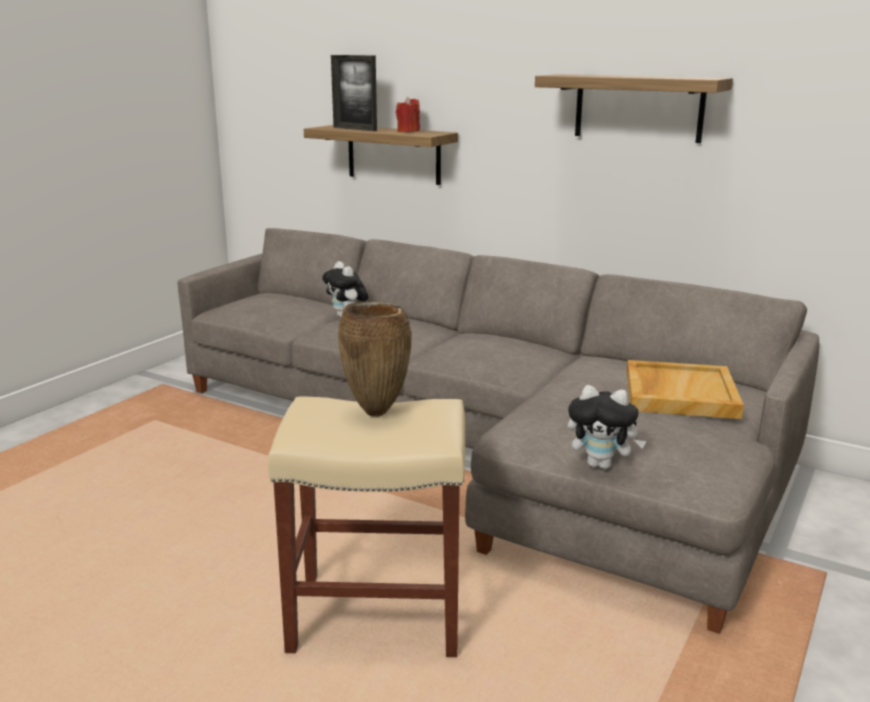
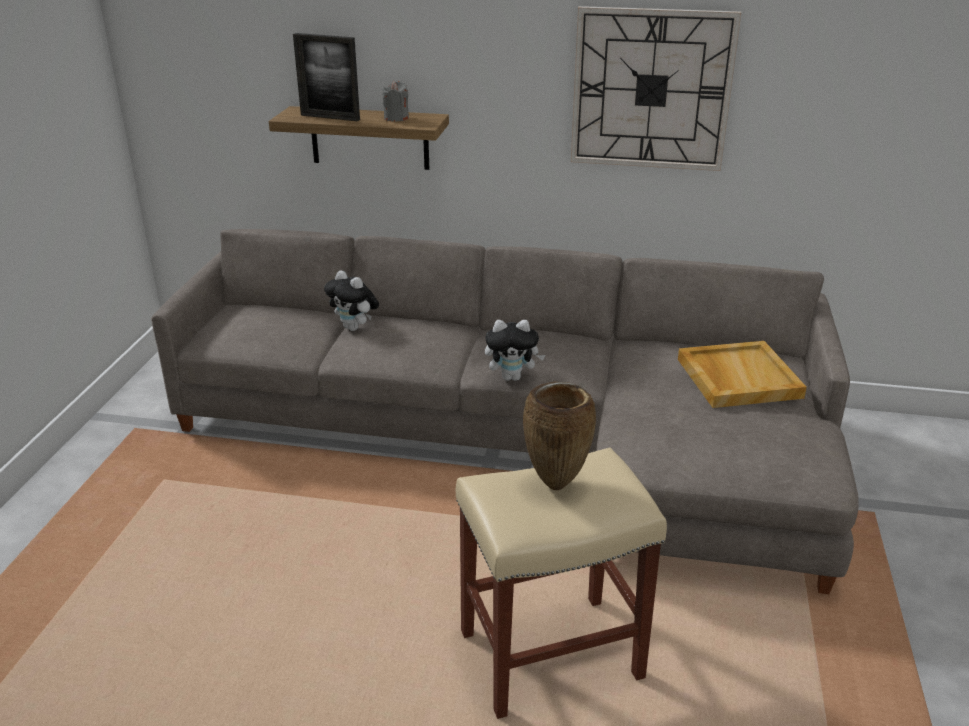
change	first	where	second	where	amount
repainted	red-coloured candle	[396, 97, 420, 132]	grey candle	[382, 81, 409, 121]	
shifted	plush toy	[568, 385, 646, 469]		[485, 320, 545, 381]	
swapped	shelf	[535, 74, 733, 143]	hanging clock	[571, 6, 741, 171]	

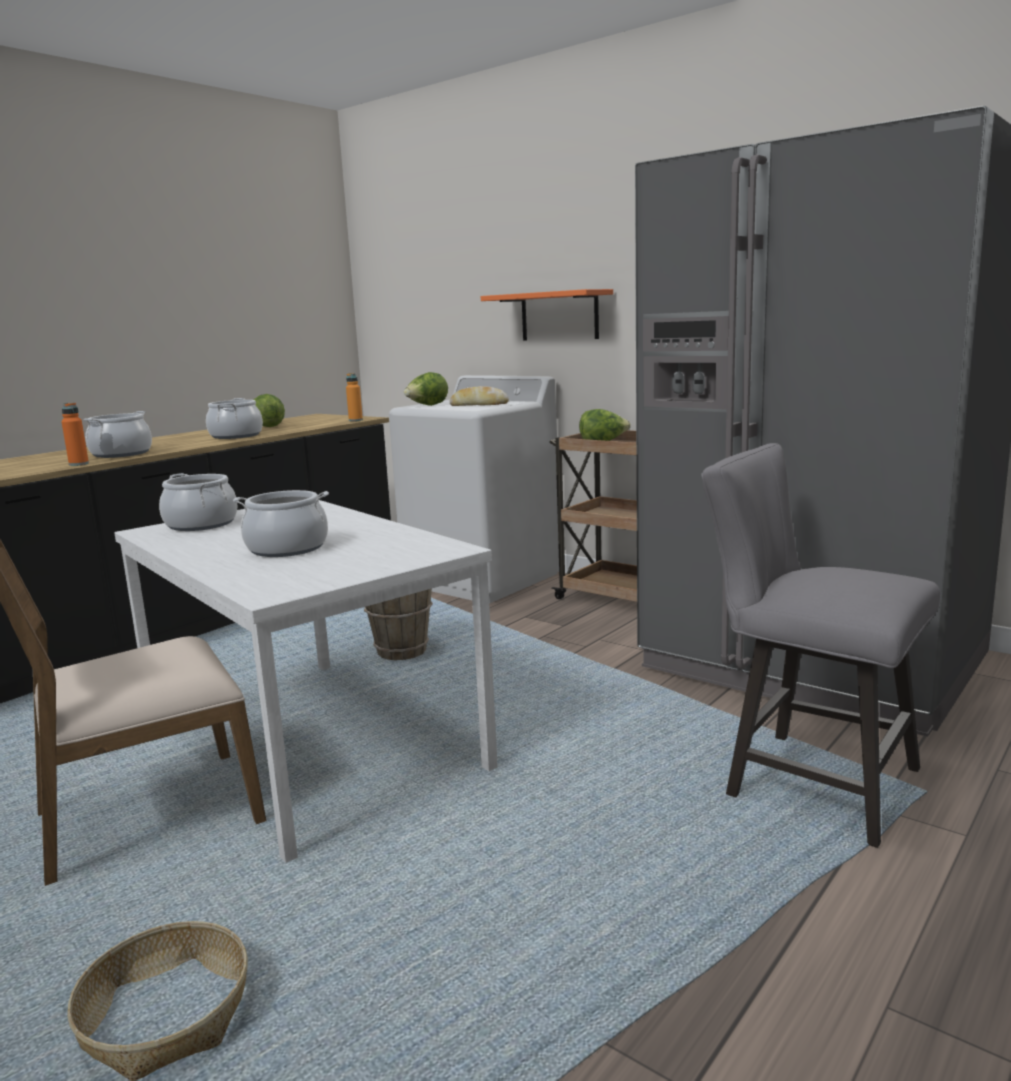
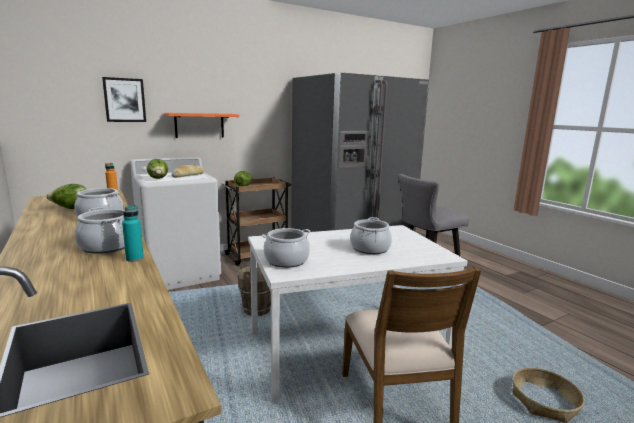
change	first	where	second	where	amount
new			wall art	[102, 77, 146, 122]	
repainted	orangey bottle	[62, 403, 89, 466]	turquoise bottle	[122, 205, 144, 262]	

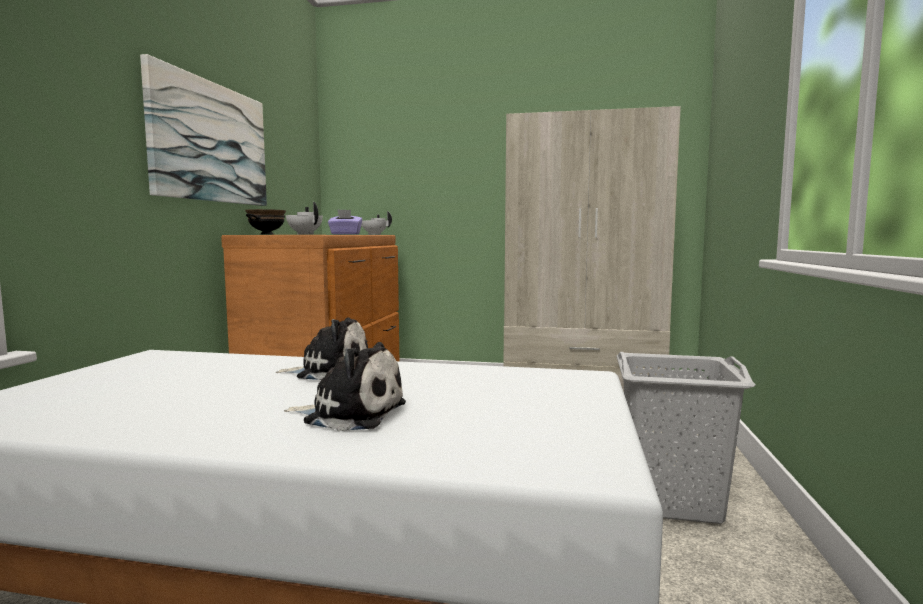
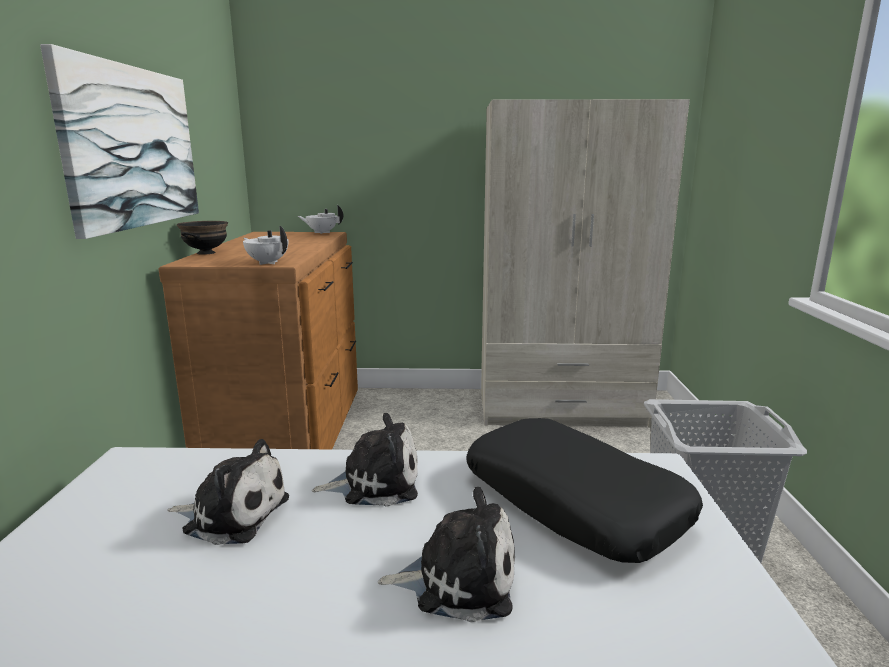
change	first	where	second	where	amount
new			plush toy	[167, 439, 289, 545]	
new			black-coloured pillow	[466, 418, 703, 563]	
gone	purplish box of tissues	[328, 210, 362, 235]			

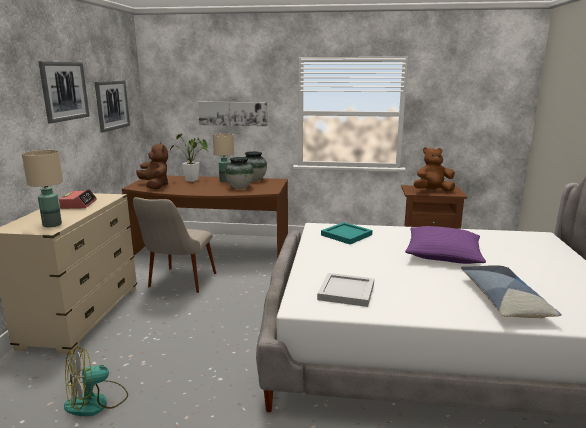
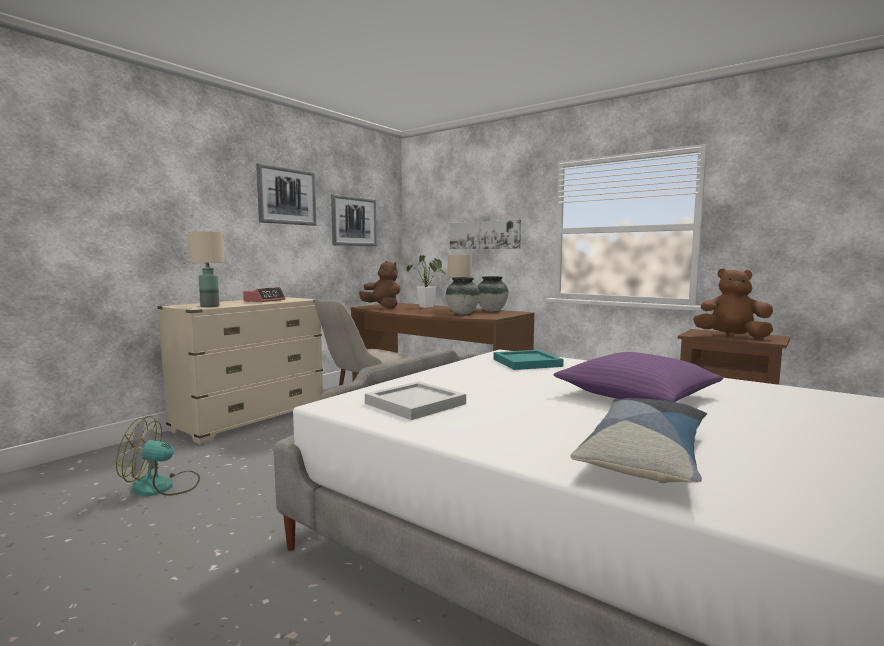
change	first	where	second	where	amount
rotated	brownish plush toy	[136, 142, 168, 189]		[359, 261, 401, 309]	45 degrees counterclockwise

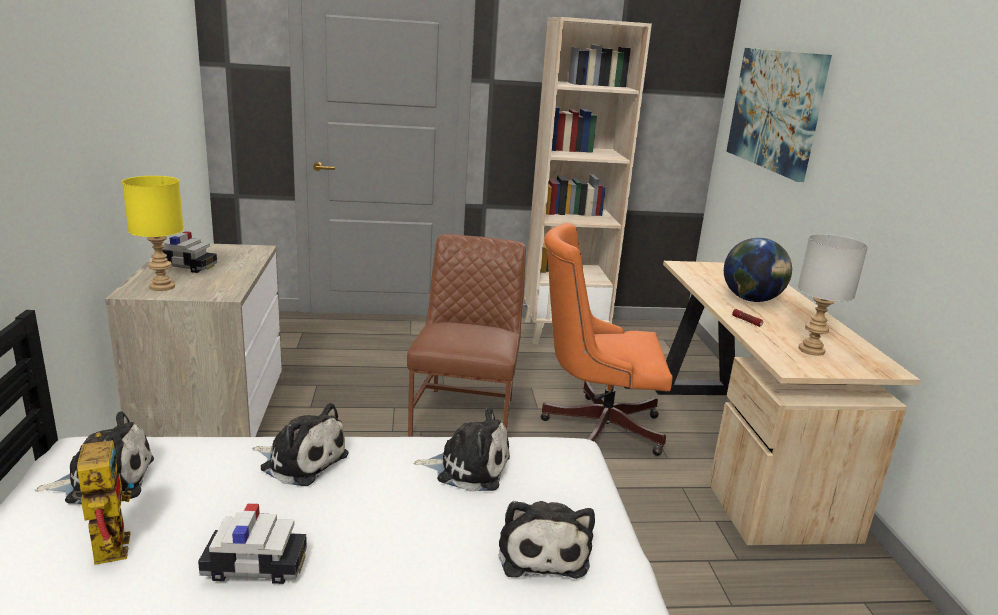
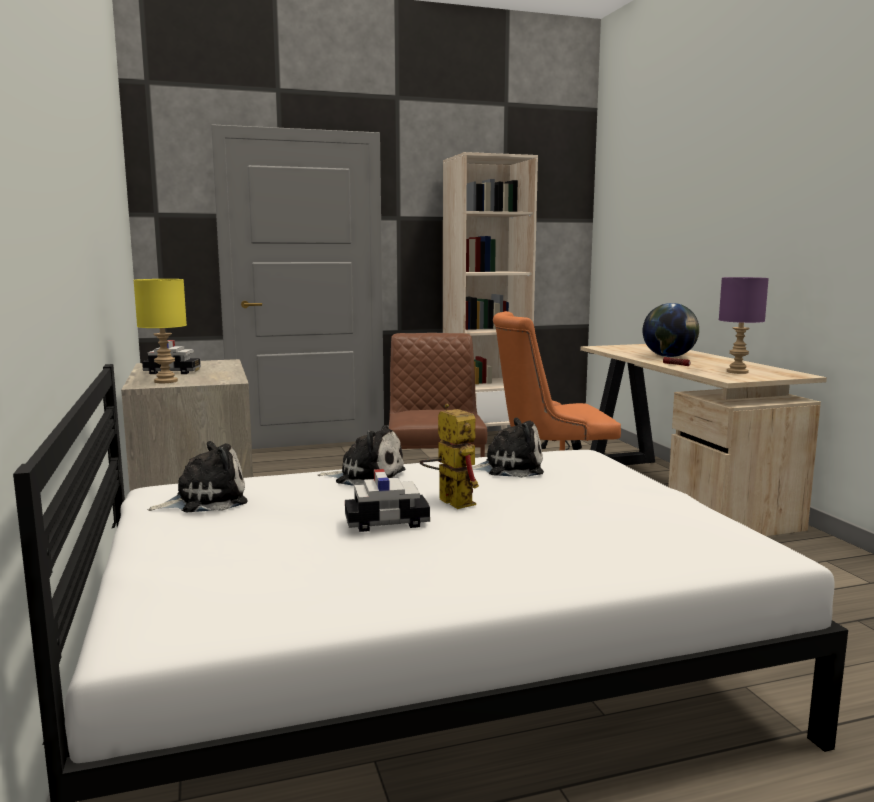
change	first	where	second	where	amount
shifted	model robot	[72, 432, 134, 565]		[420, 404, 479, 509]	
repainted	grey table lamp	[798, 234, 868, 356]	purplish table lamp	[719, 277, 769, 374]	
gone	plush toy	[498, 501, 595, 579]			
gone	wall art	[726, 48, 832, 182]			

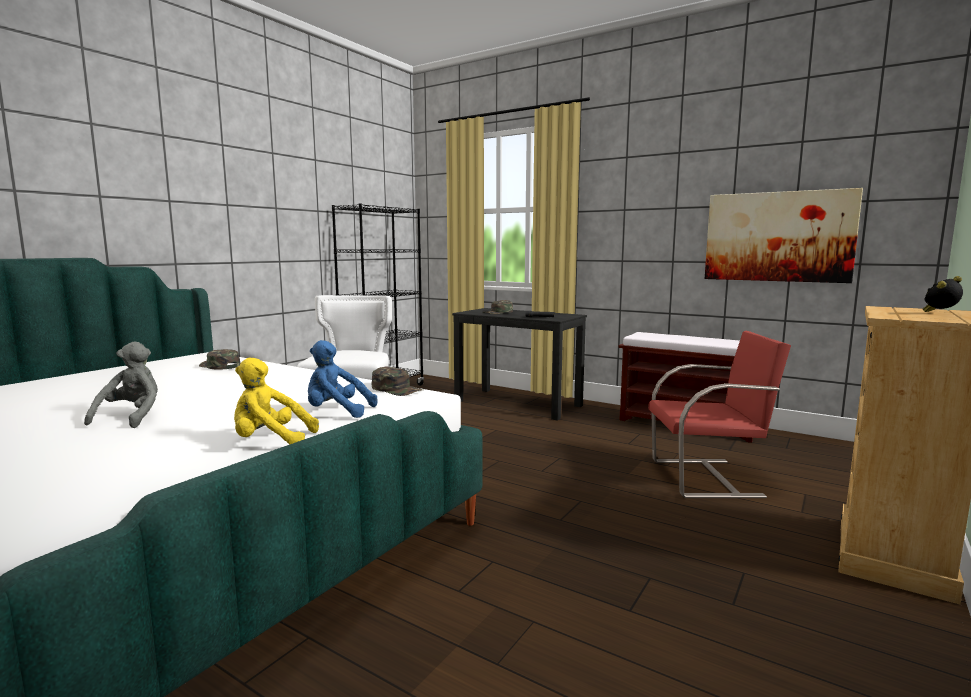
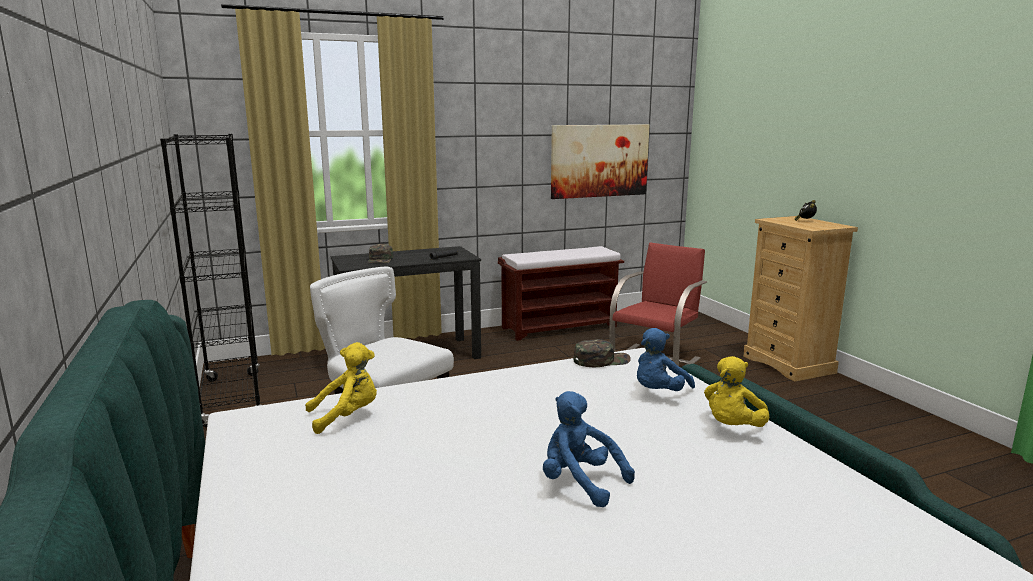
change	first	where	second	where	amount
swapped	green baseball cap	[199, 349, 240, 370]	yellow-coloured plush toy	[305, 342, 377, 434]	
repainted	grey plush toy	[84, 342, 158, 428]	blue plush toy	[543, 391, 635, 507]	

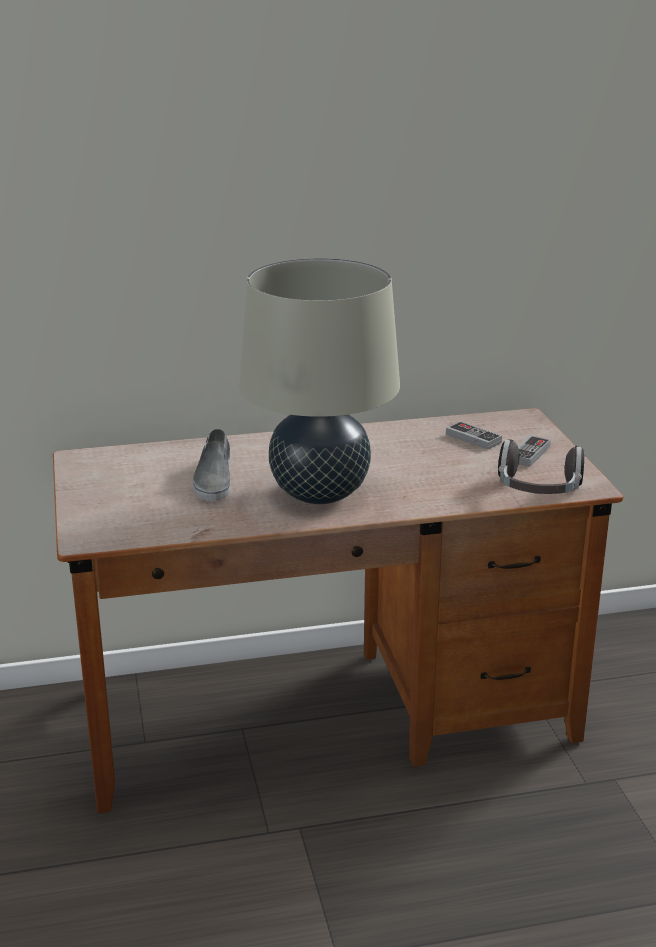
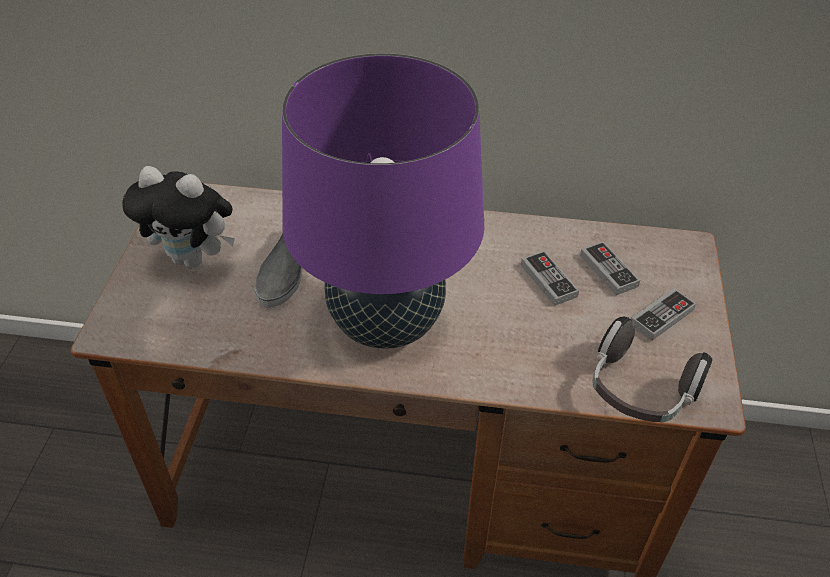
change	first	where	second	where	amount
new			plush toy	[122, 166, 235, 268]	
repainted	beige-coloured table lamp	[239, 258, 400, 504]	purplish table lamp	[282, 53, 484, 348]	
new			gamepad	[521, 250, 579, 306]	

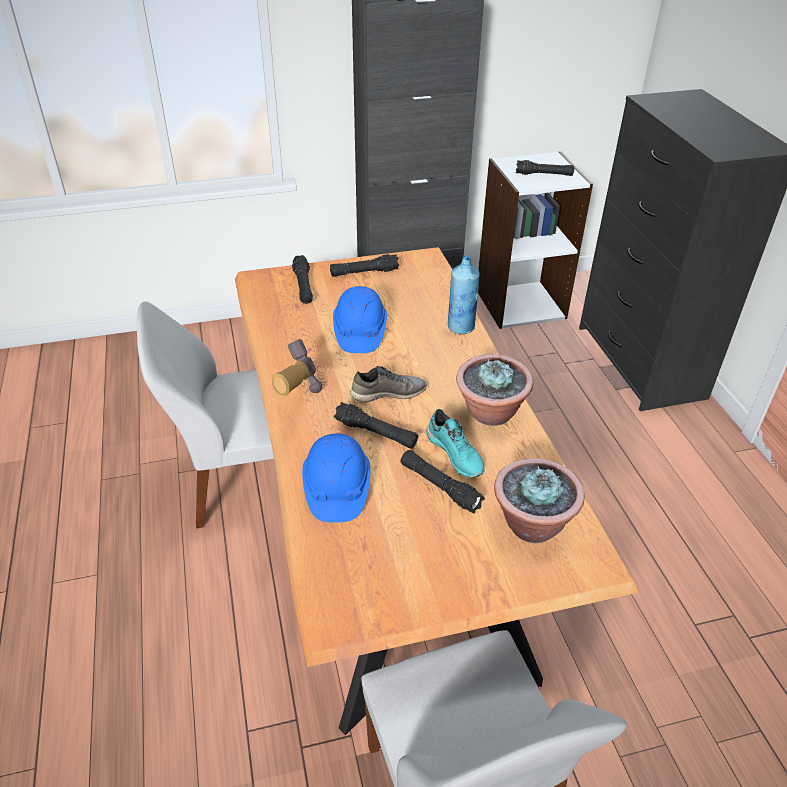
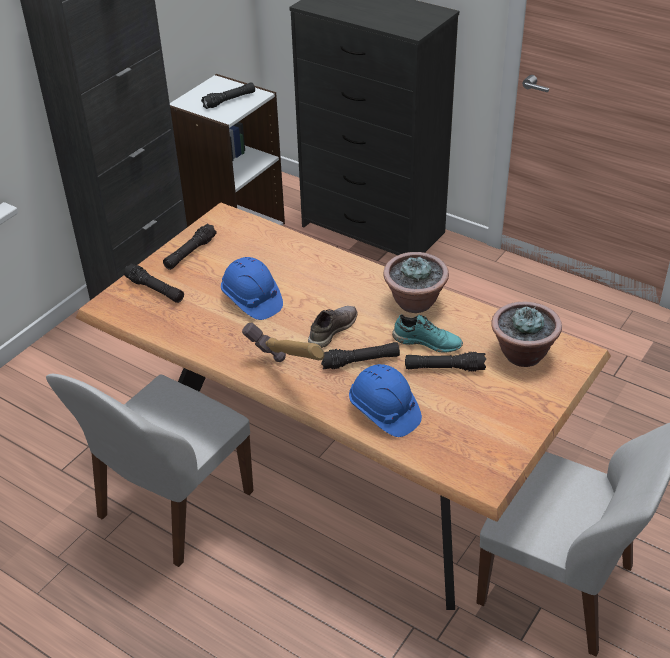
change	first	where	second	where	amount
gone	blue bottle	[448, 255, 480, 334]			

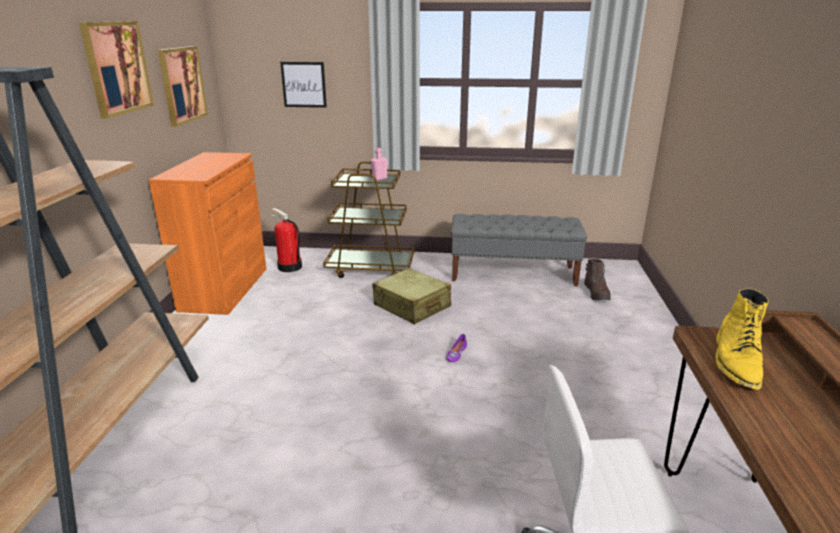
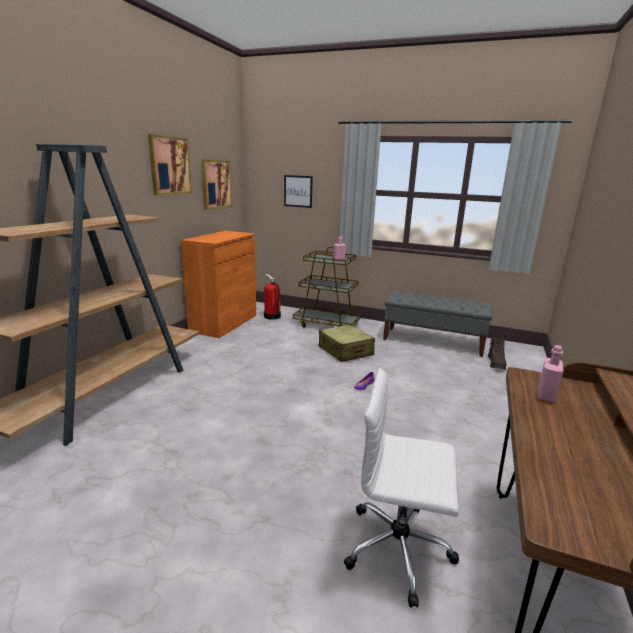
change	first	where	second	where	amount
swapped	yellow-coloured boot	[715, 288, 769, 390]	pink bottle	[537, 345, 563, 402]	

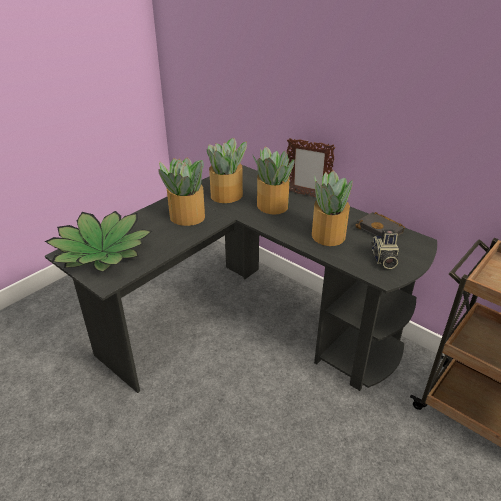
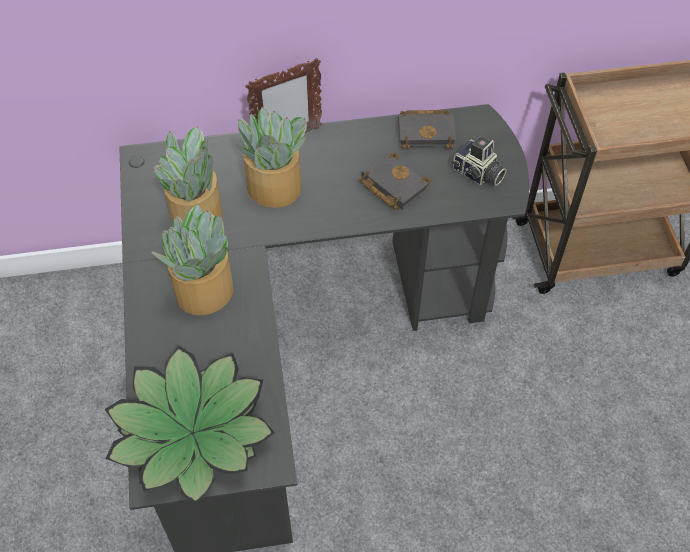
change	first	where	second	where	amount
swapped	potted plant	[312, 171, 353, 246]	black-coloured book	[358, 152, 431, 210]	

